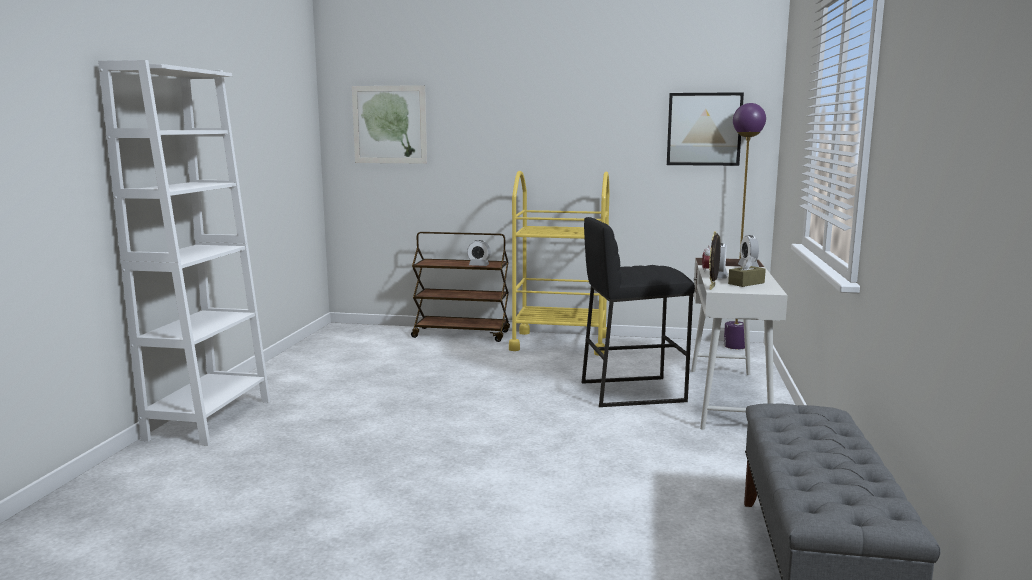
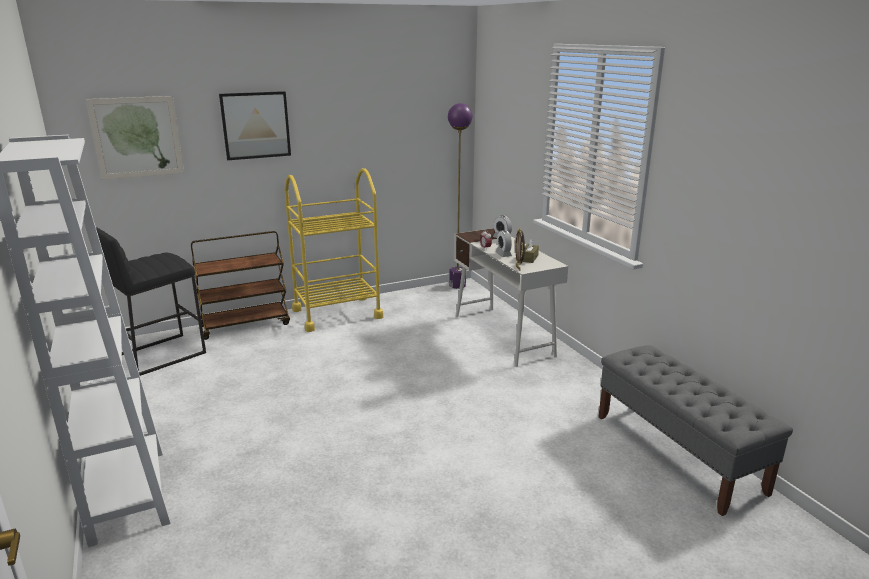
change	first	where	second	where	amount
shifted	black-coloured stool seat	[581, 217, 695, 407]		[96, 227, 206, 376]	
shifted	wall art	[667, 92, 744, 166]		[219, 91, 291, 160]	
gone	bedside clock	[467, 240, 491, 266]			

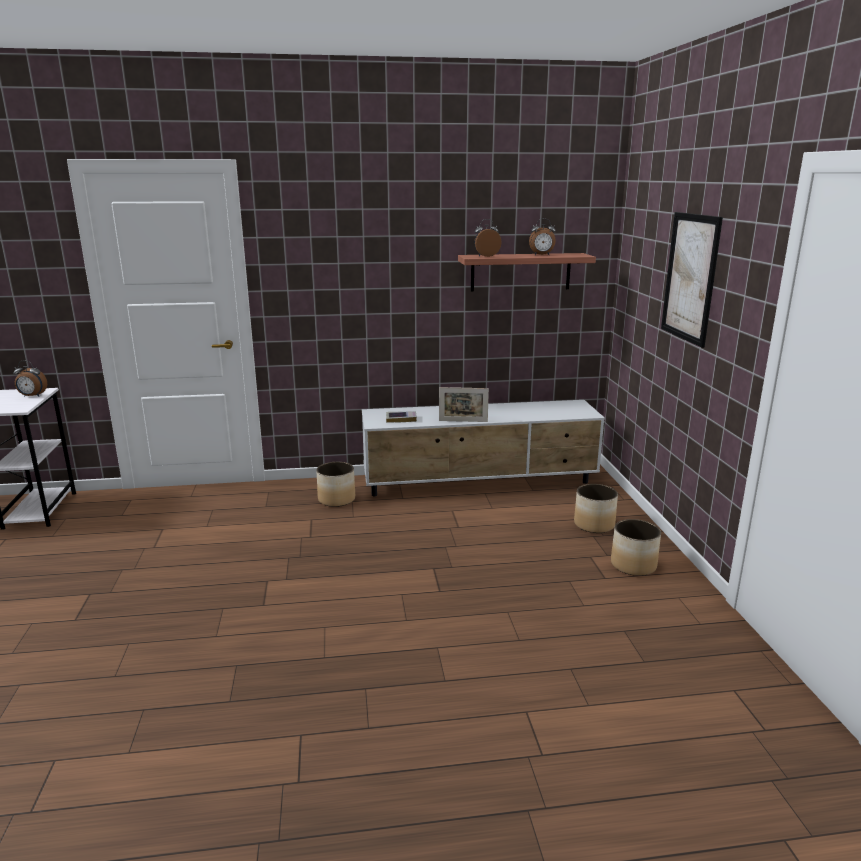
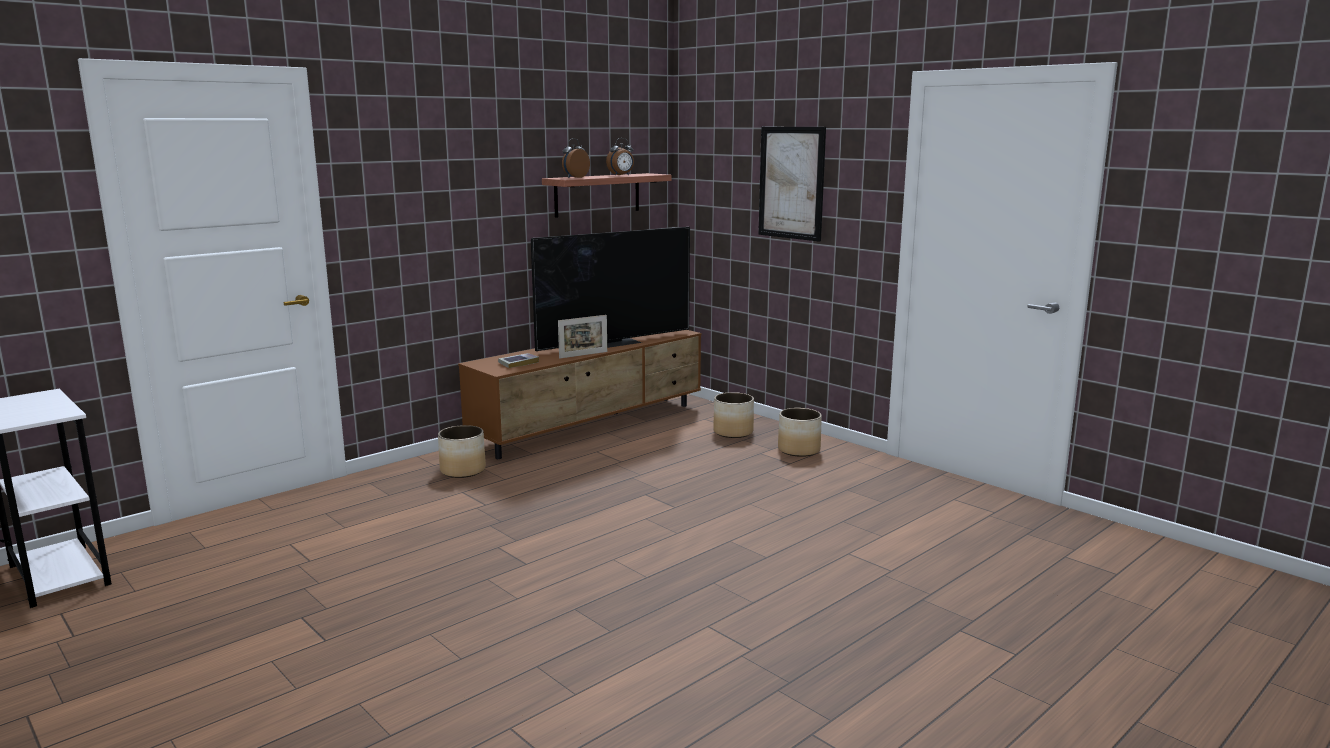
change	first	where	second	where	amount
repainted	white tv stand	[362, 400, 605, 496]	brownish tv stand	[458, 330, 701, 459]	
new			TV	[531, 227, 690, 351]	
gone	bedside clock	[13, 361, 47, 397]			

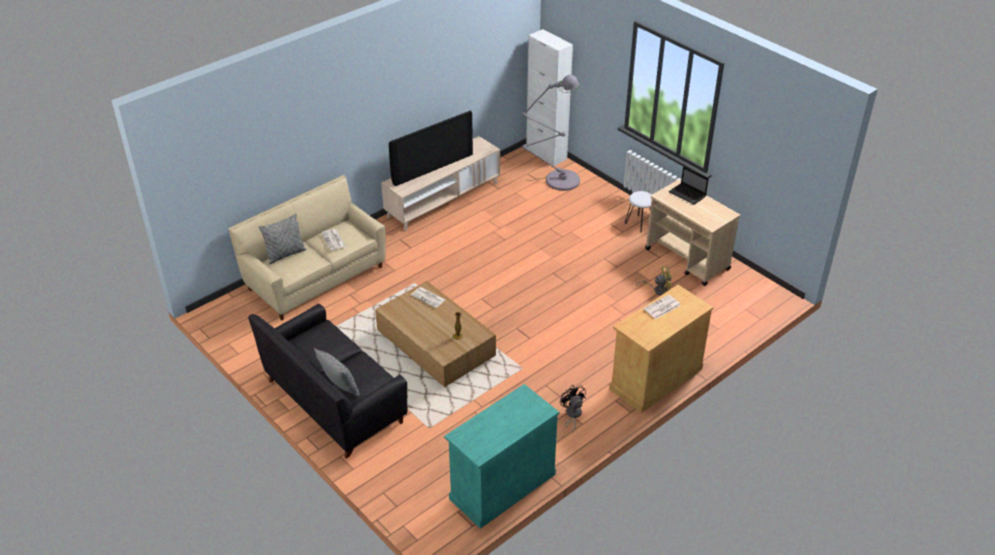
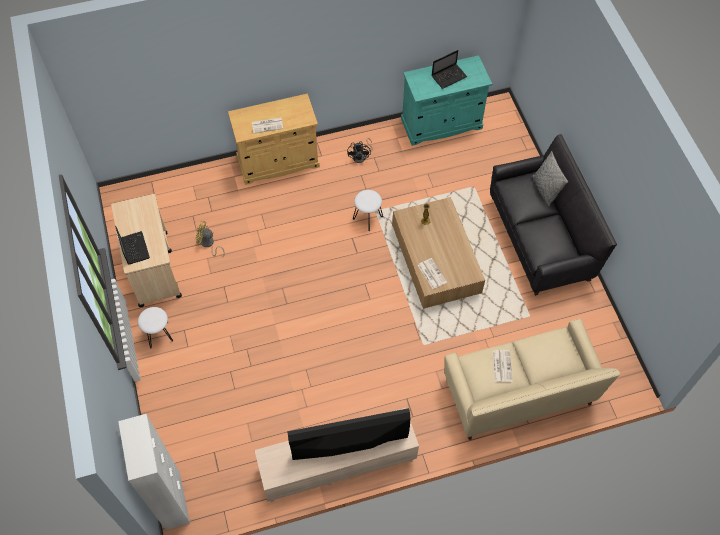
change	first	where	second	where	amount
new			white stool seat	[353, 190, 383, 231]	
new			laptop	[432, 50, 467, 89]	
gone	grey pillow	[259, 214, 307, 265]			
gone	grey floor lamp	[522, 75, 580, 191]			

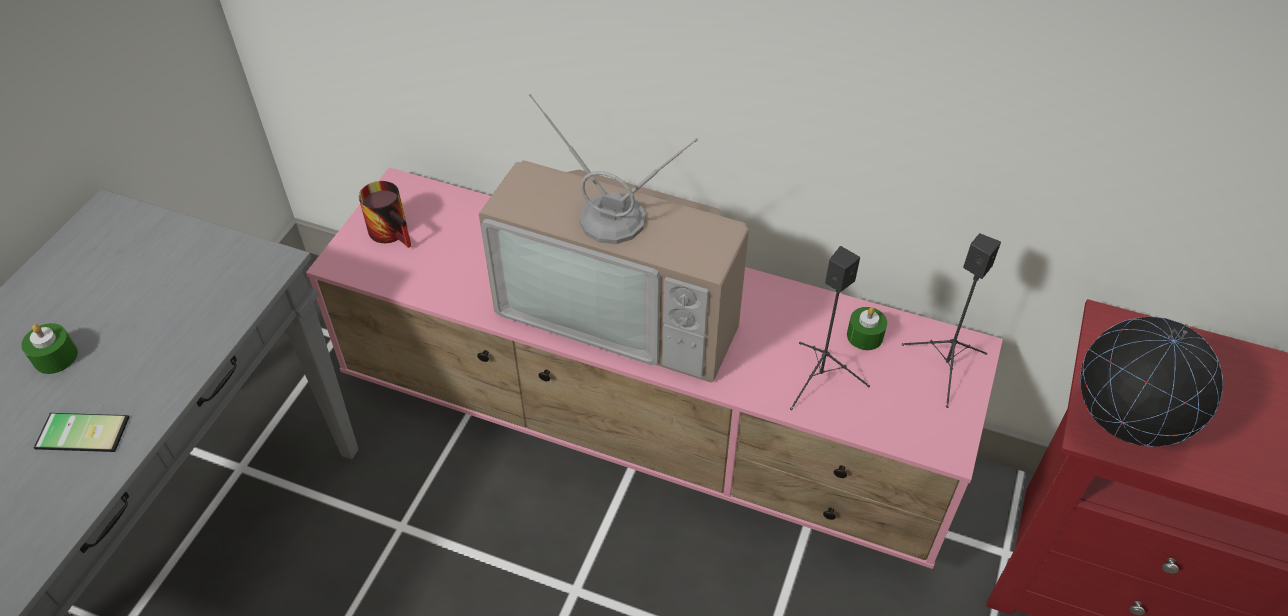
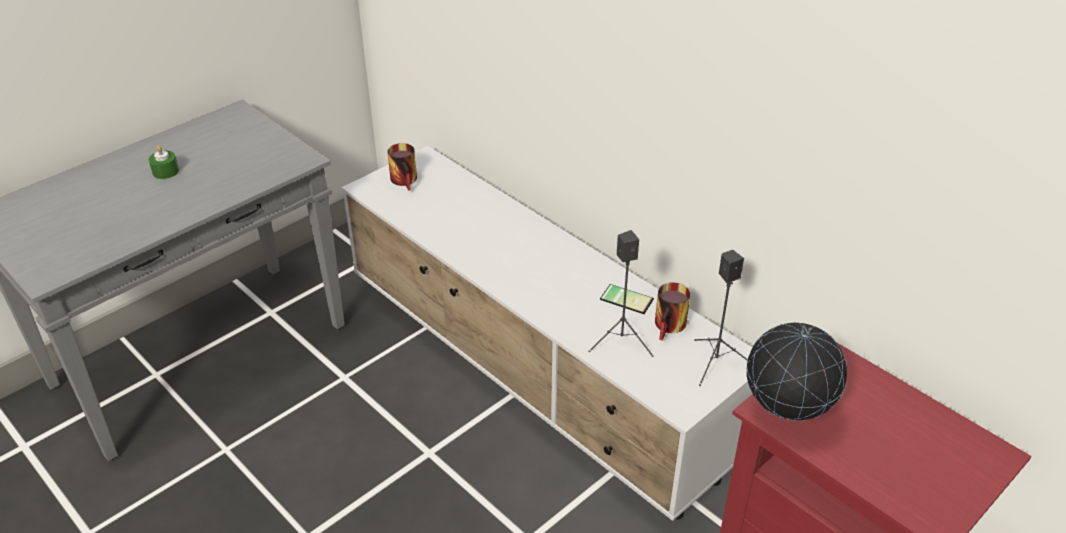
change	first	where	second	where	amount
repainted	pink tv stand	[306, 167, 1003, 569]	white tv stand	[341, 146, 753, 521]	
shifted	phone	[34, 413, 129, 452]		[600, 284, 654, 314]	
swapped	green candle	[847, 307, 887, 350]	tea mug	[655, 282, 690, 340]	
gone	TV	[479, 94, 749, 383]			

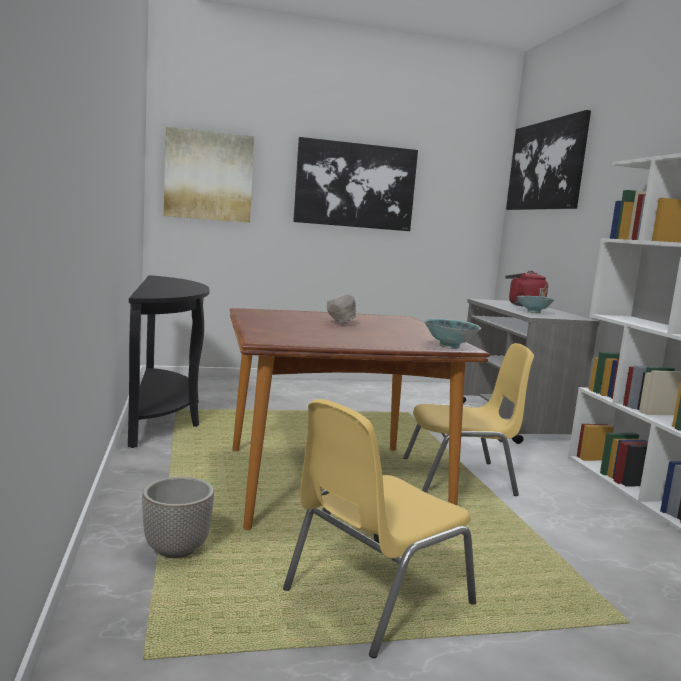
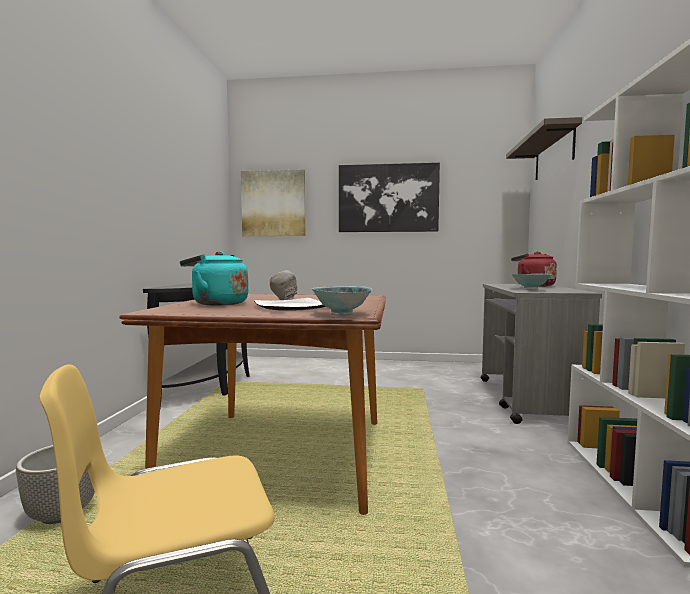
change	first	where	second	where	amount
new			turquoise kettle	[180, 251, 248, 306]	
new			plate	[254, 298, 326, 311]	
swapped	wall art	[506, 110, 591, 210]	shelf	[506, 117, 582, 180]	
gone	yellow-coloured plain chair	[403, 343, 534, 496]			

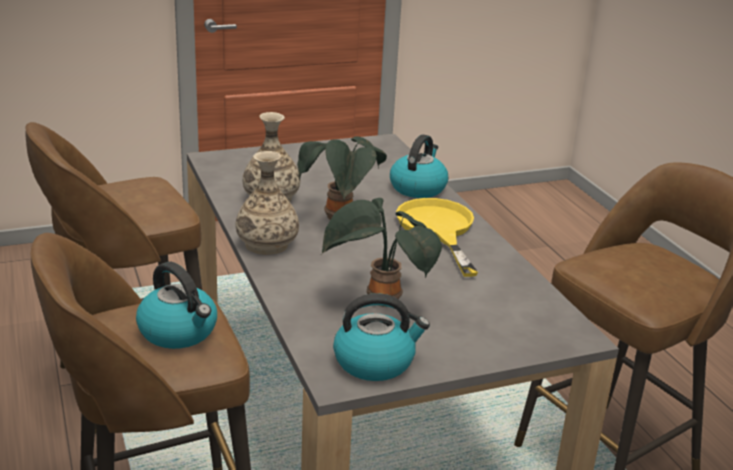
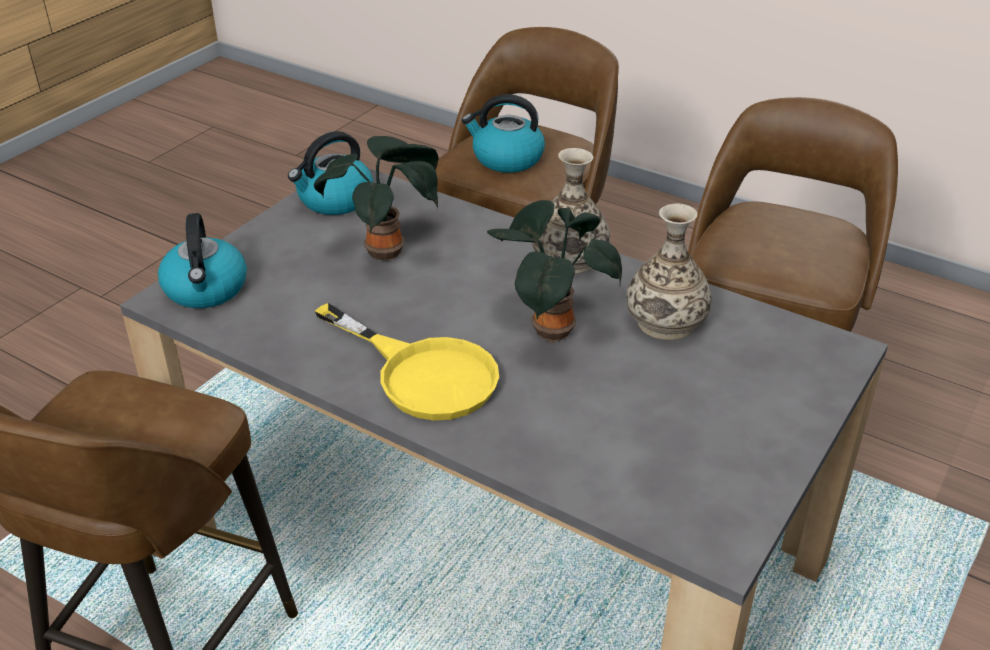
change	first	where	second	where	amount
shifted	kettle	[390, 134, 448, 198]		[158, 213, 247, 308]	

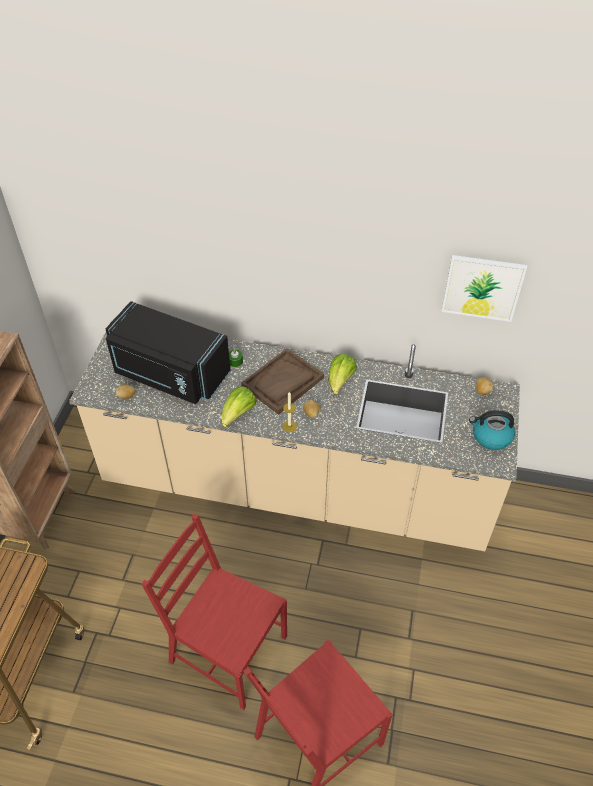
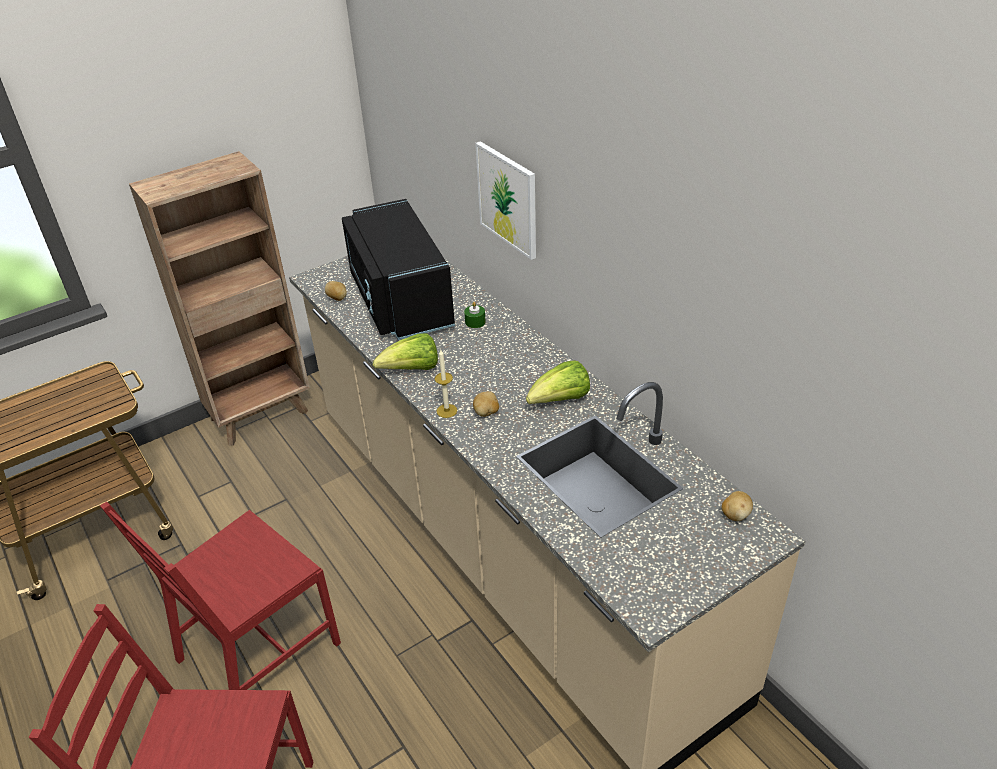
change	first	where	second	where	amount
rotated	red-coloured plain chair	[142, 513, 287, 710]		[100, 501, 341, 690]	120 degrees counterclockwise
shifted	wall art	[441, 255, 527, 322]		[475, 141, 536, 260]	
gone	brownish tray	[241, 348, 324, 415]			
gone	kettle	[469, 410, 515, 450]			

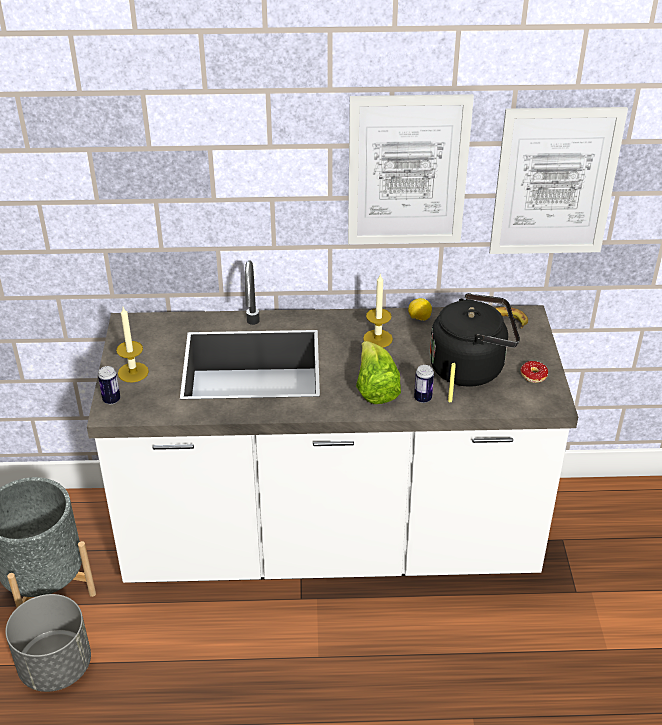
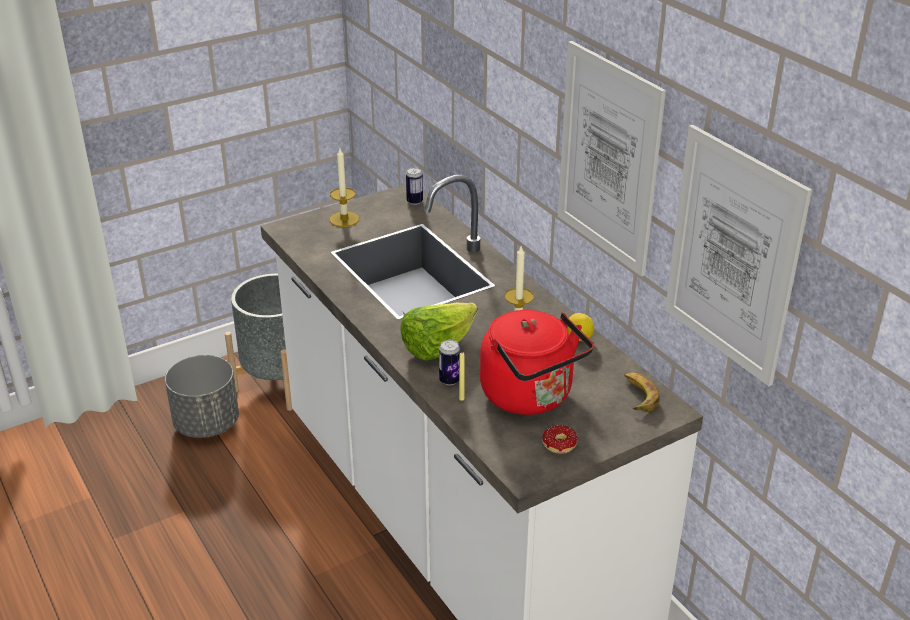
change	first	where	second	where	amount
shifted	can	[98, 366, 120, 404]		[406, 167, 423, 205]	
repainted	black-coloured kettle	[430, 293, 520, 387]	red-coloured kettle	[480, 310, 593, 415]	

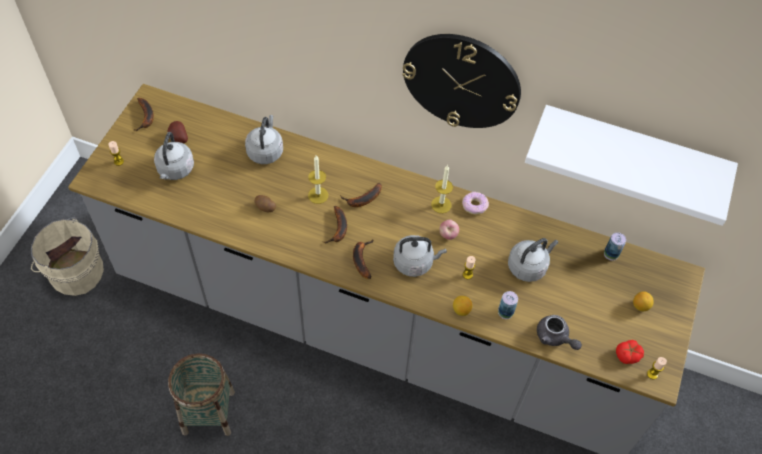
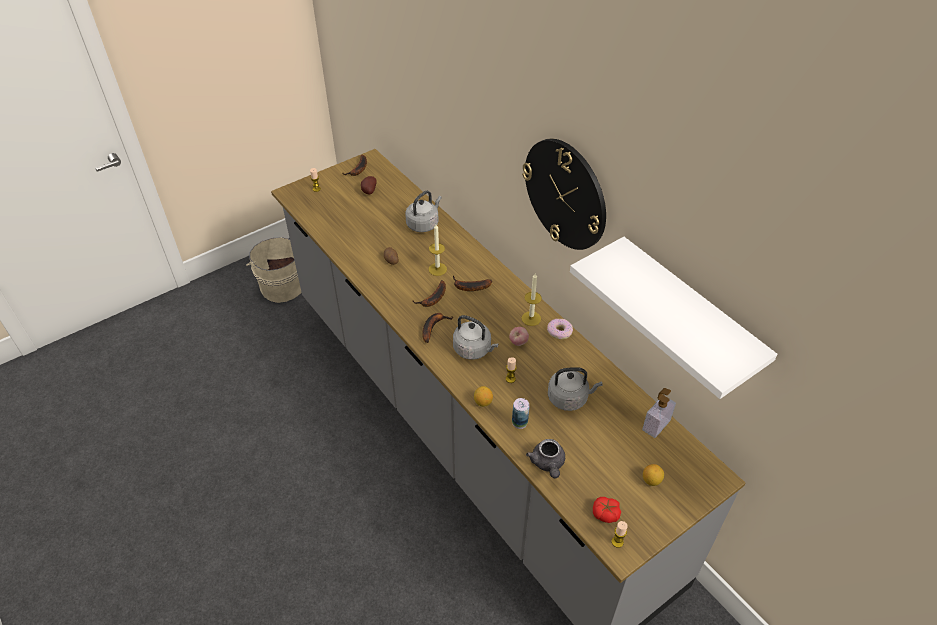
change	first	where	second	where	amount
swapped	can	[604, 232, 626, 261]	soap bottle	[642, 388, 676, 438]	
gone	grey kettle	[154, 132, 194, 180]			
gone	basket	[168, 353, 235, 436]			

